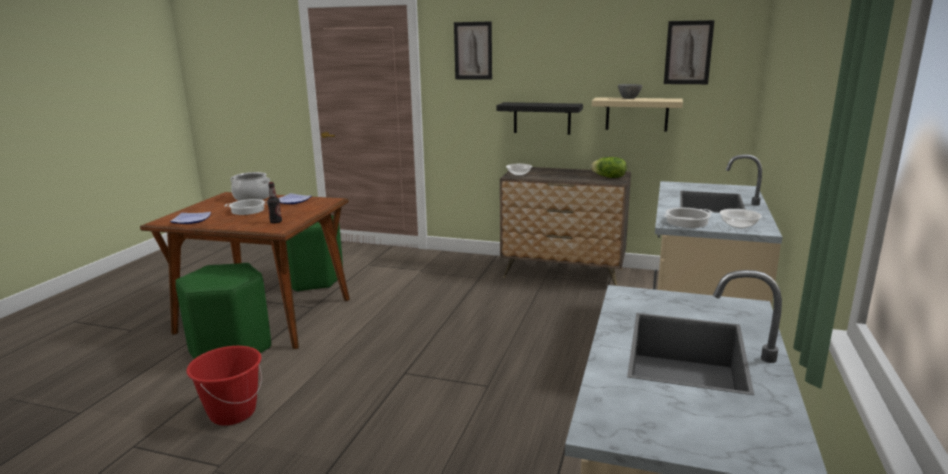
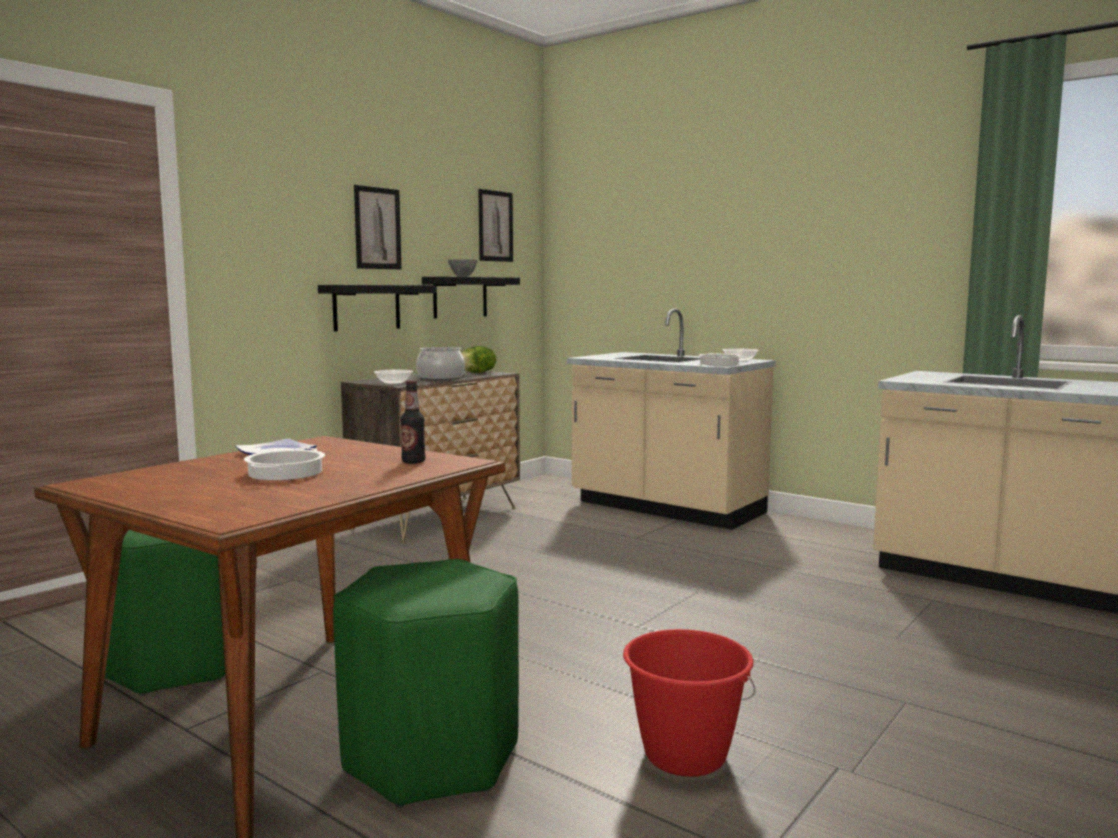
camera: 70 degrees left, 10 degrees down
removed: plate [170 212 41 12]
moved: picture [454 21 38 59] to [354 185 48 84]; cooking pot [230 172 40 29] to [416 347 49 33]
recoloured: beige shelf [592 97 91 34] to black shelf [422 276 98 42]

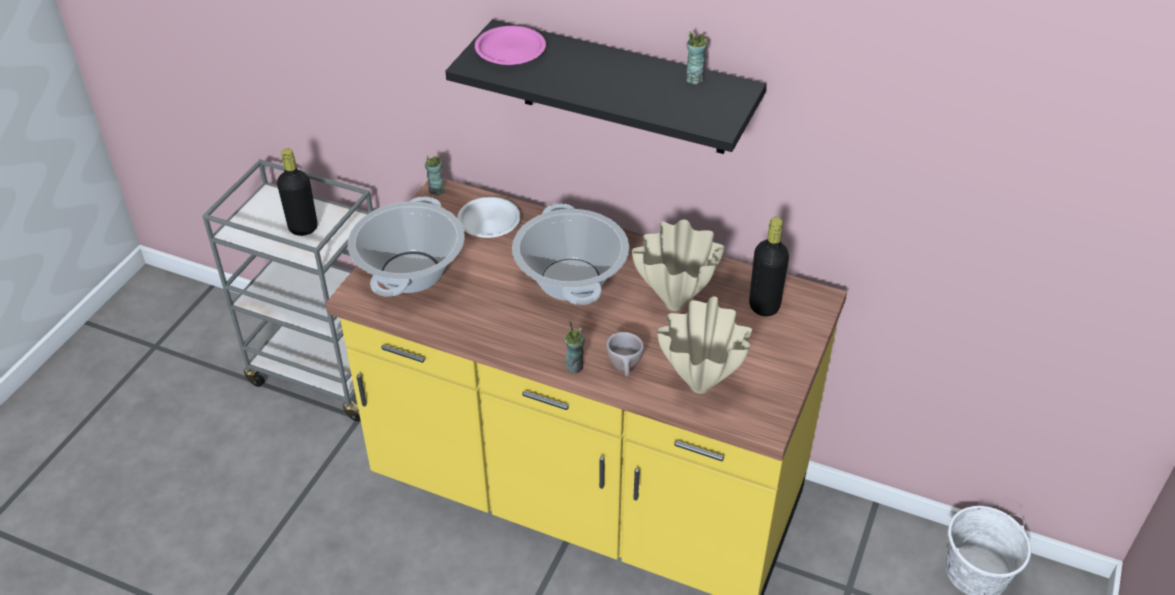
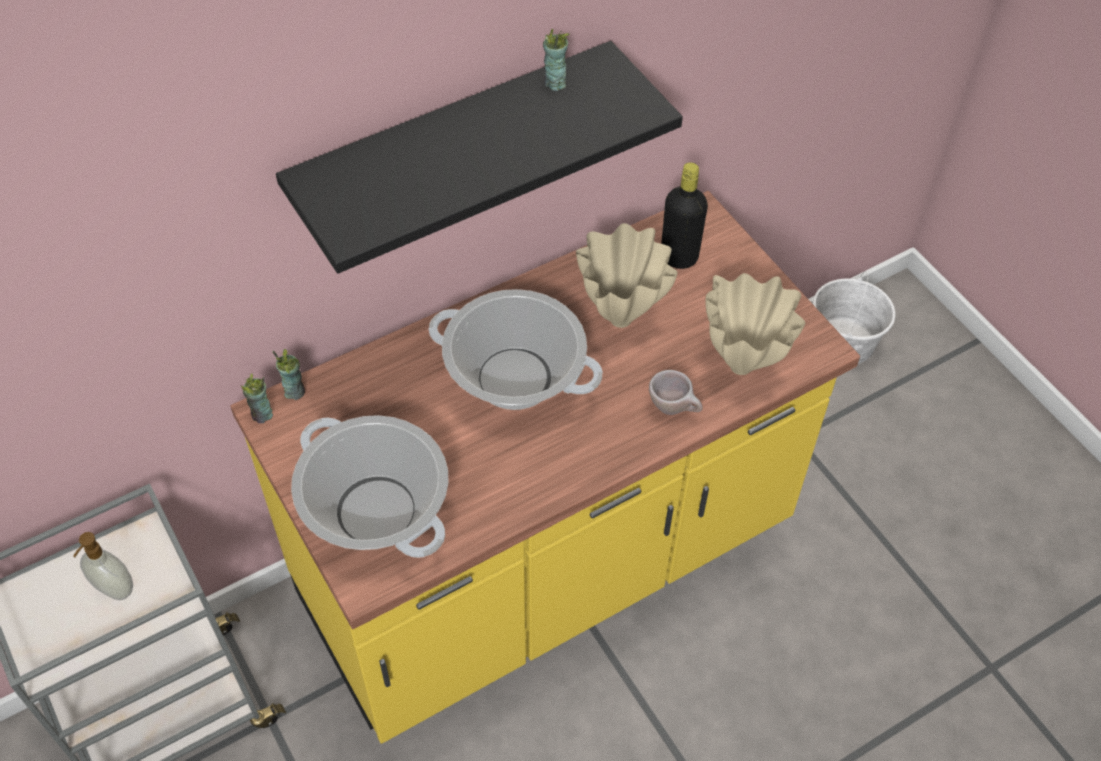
camera: 55 degrees left, 10 degrees up
removed: pink plate [475 26 71 39]; white plate [457 197 64 41]
moved: cup [565 321 20 52] to [272 349 33 51]
replaced: black bottle [277 149 40 87] to soap dispenser [73 532 60 68]

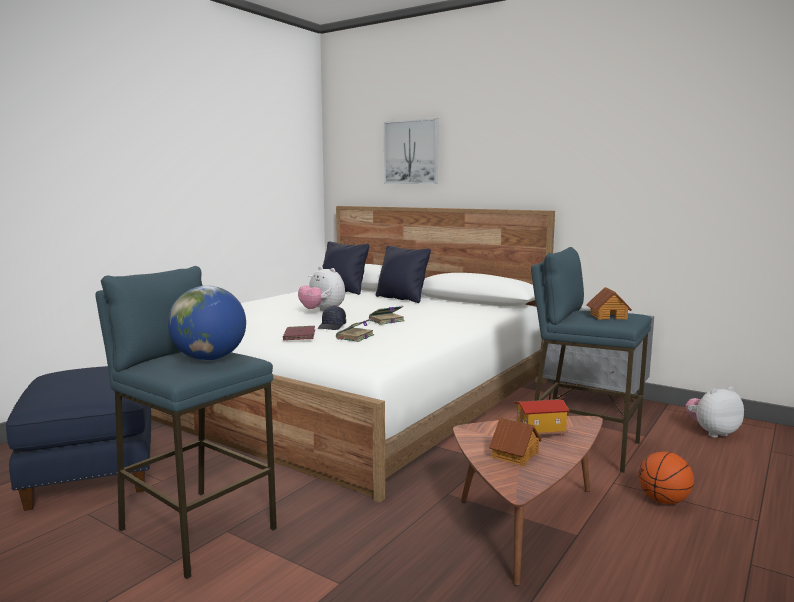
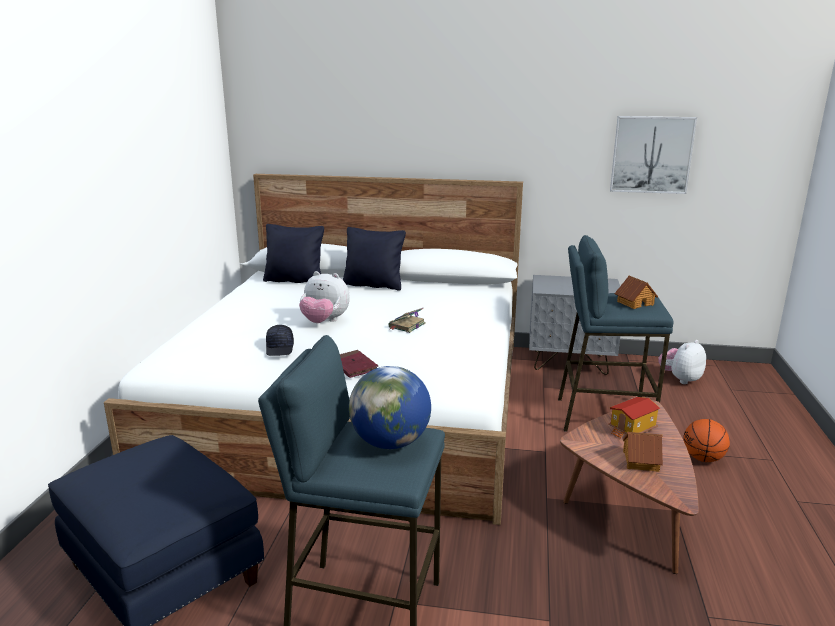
camera: 25 degrees left, 10 degrees up
removed: book [336 318 38 24]
moved: picture [384 118 55 66] to [610 116 87 78]; black cap [318 306 28 24] to [266 325 28 31]

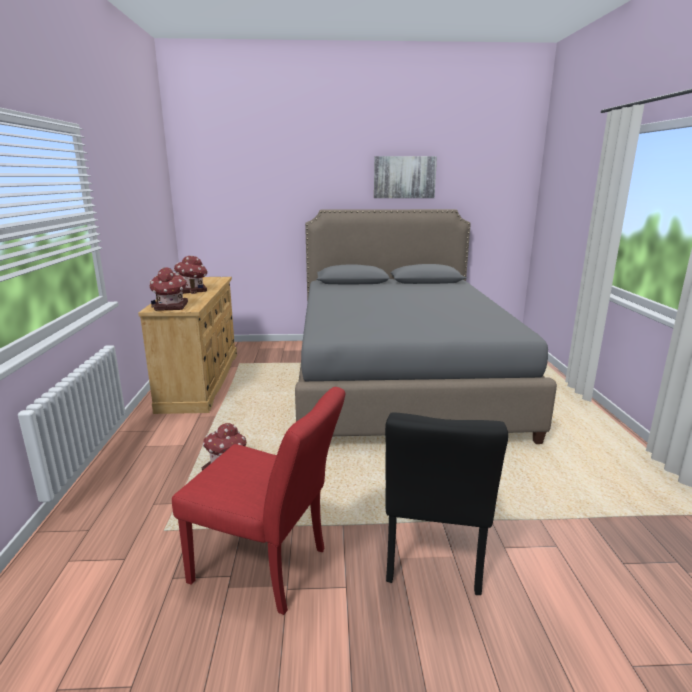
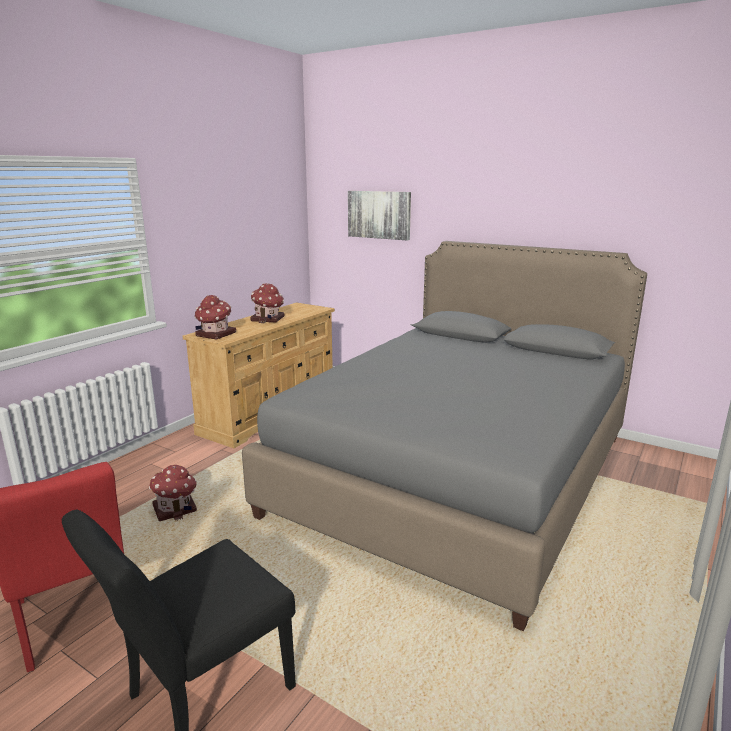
camera: 35 degrees right, 0 degrees up
moved: picture [374 156 63 42] to [348 191 63 50]

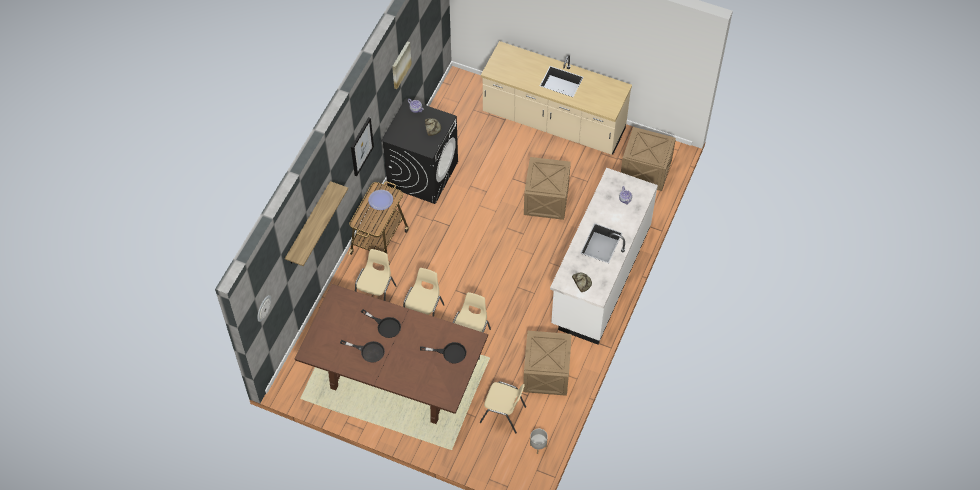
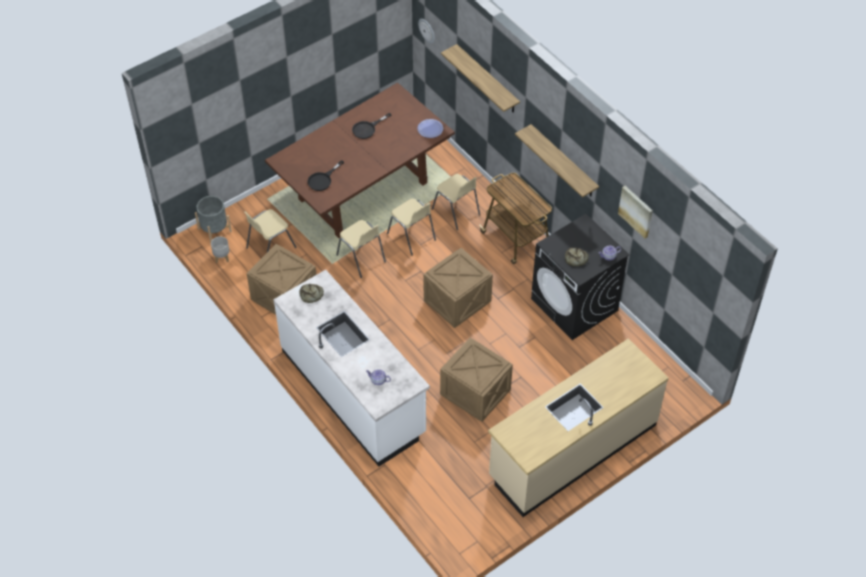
camera: 120 degrees right, 5 degrees down
removed: black frying pan [361 309 40 29]
added: grey planter [195 196 37 47]
moved: crate [621 127 55 64] to [423 248 70 80]; plate [368 190 25 20] to [417 119 26 19]
replaced: picture [351 117 23 59] to shelf [515 124 84 74]

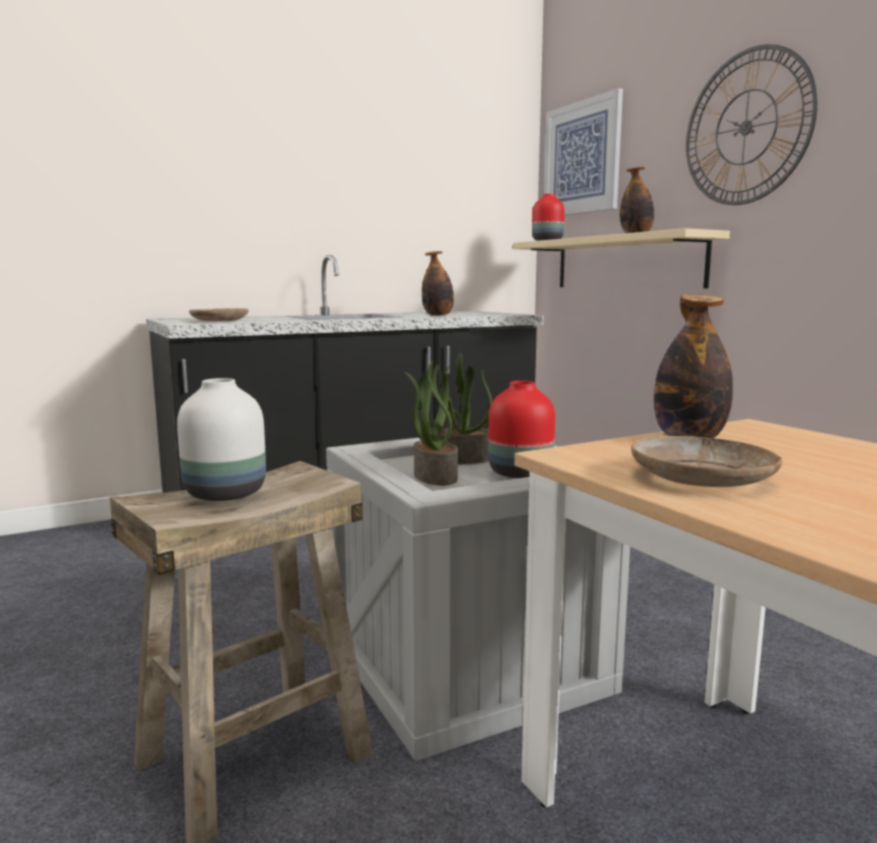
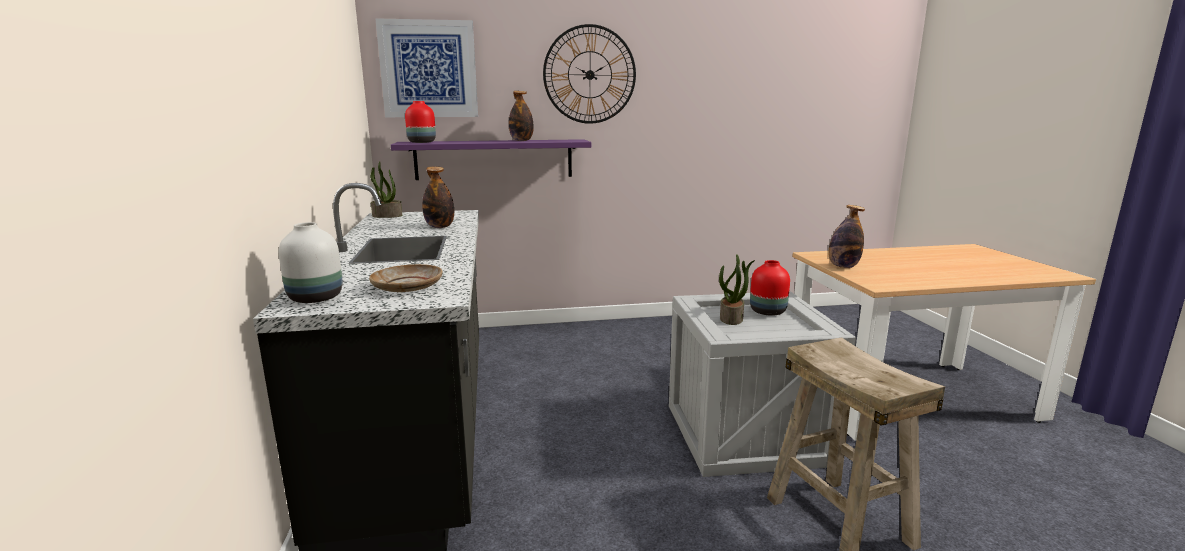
camera: 70 degrees left, 5 degrees up
removed: beige plate [631 436 151 51]
moved: potted plant [405 360 53 126] to [370 162 32 56]; white vase [177 378 89 123] to [279 222 64 81]
recoloured: beige shelf [513 228 217 61] to purple shelf [391 139 200 41]

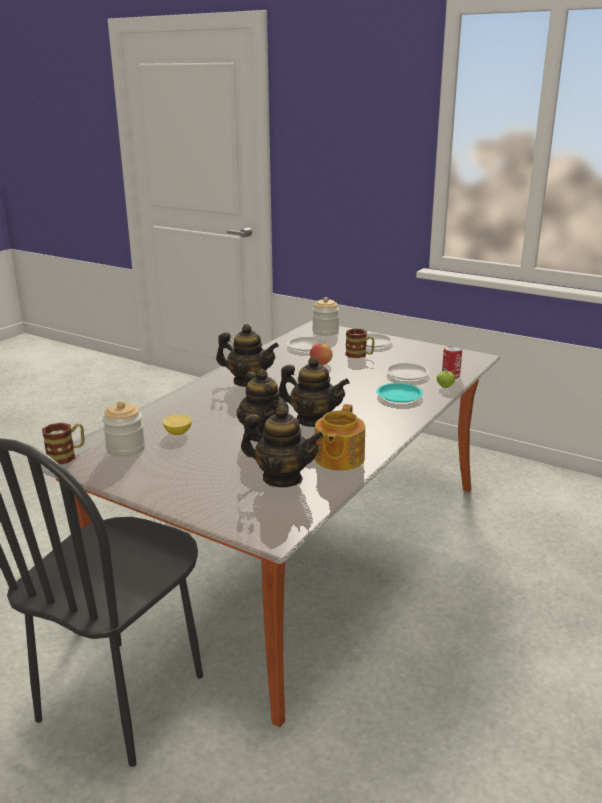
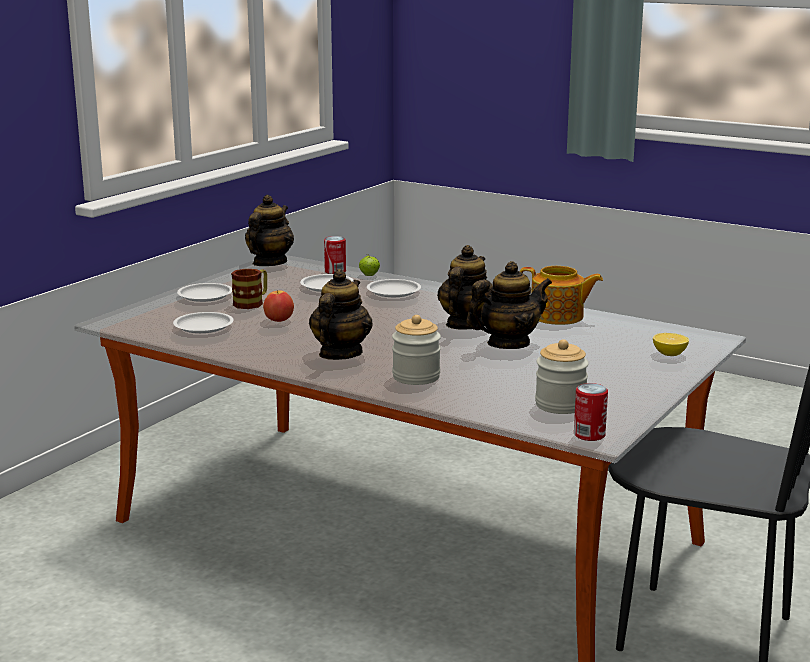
camera: 90 degrees left, 5 degrees down
moved: jar [312 297 27 39] to [392 315 49 70]; teapot [241 406 82 81] to [245 195 49 71]; lemon [163 415 29 20] to [653 333 36 23]
replaced: mug [42 423 43 42] to can [574 383 34 58]
recoloured: turquoise plate [377 383 46 20] to white plate [367 279 54 18]

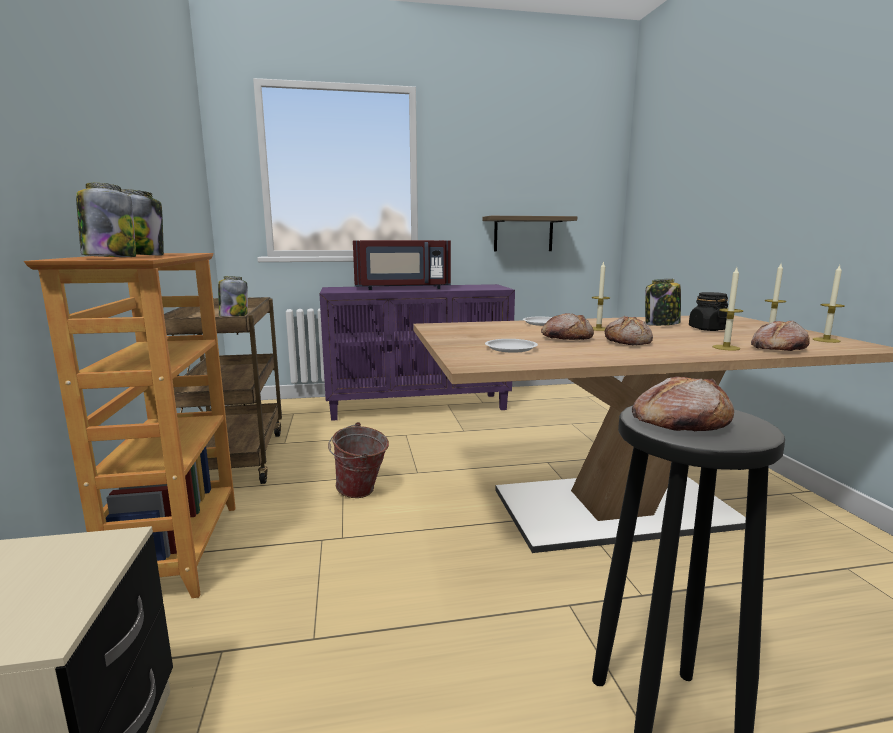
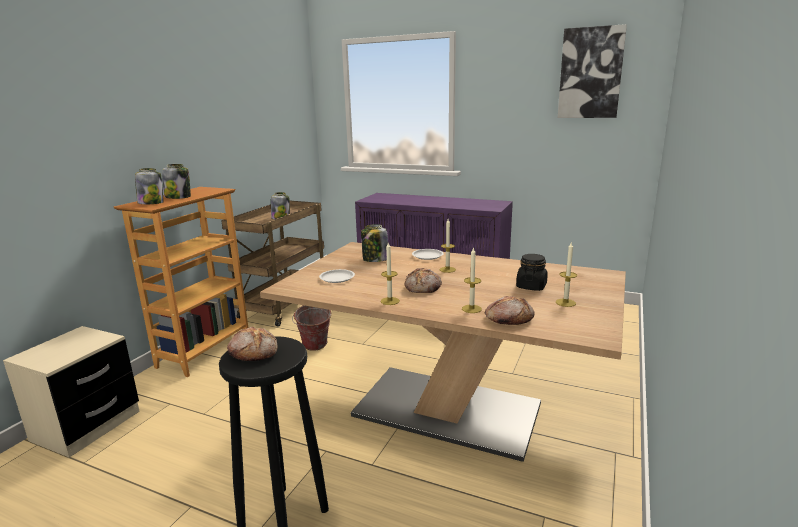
camera: 35 degrees right, 5 degrees up
removed: shelf [482 216 95 35]; red microwave [353 240 98 50]; bread [541 313 53 27]
added: picture [558 24 69 94]
moved: candle [813 265 32 78] to [381 243 19 62]; jar [645 279 36 47] to [361 224 27 38]

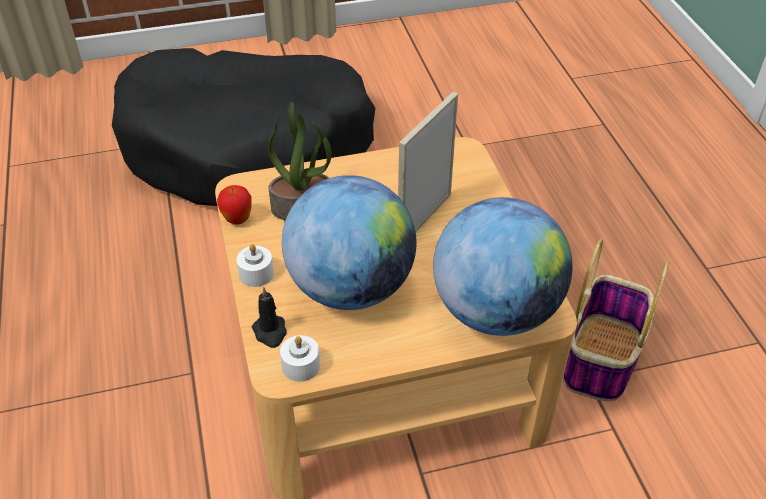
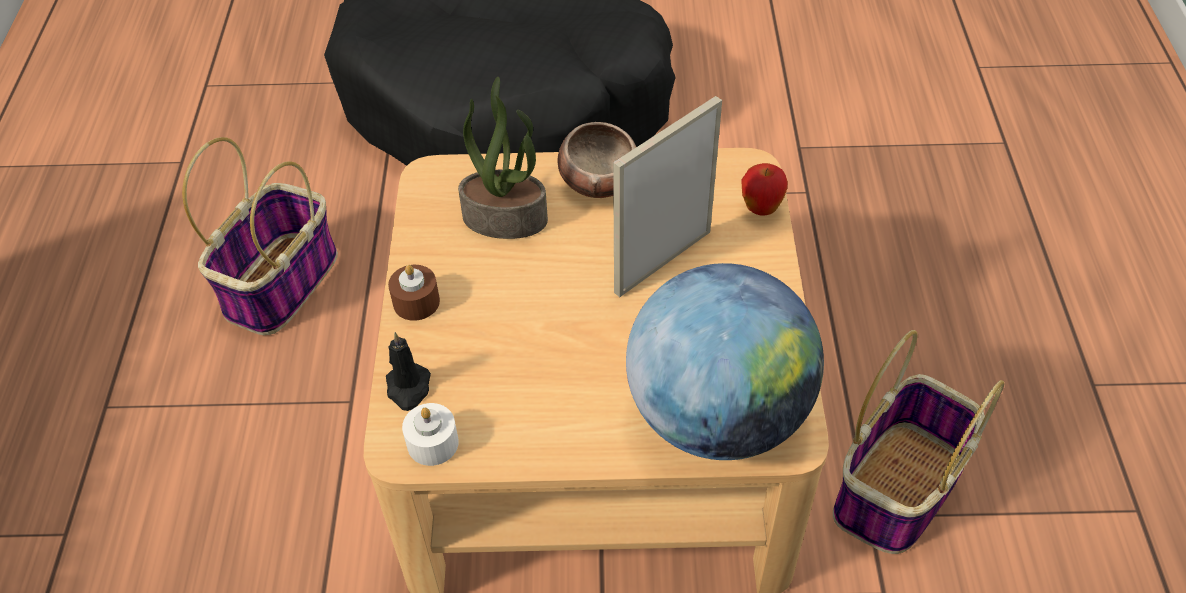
camera: 15 degrees right, 5 degrees up
removed: globe [282 175 135 135]
added: bowl [557 122 79 76]; basket [182 137 156 198]
moved: apple [217 185 35 40] to [742 163 46 53]
recoloured: white candle [236 244 38 43] to brown candle [388 265 52 56]

